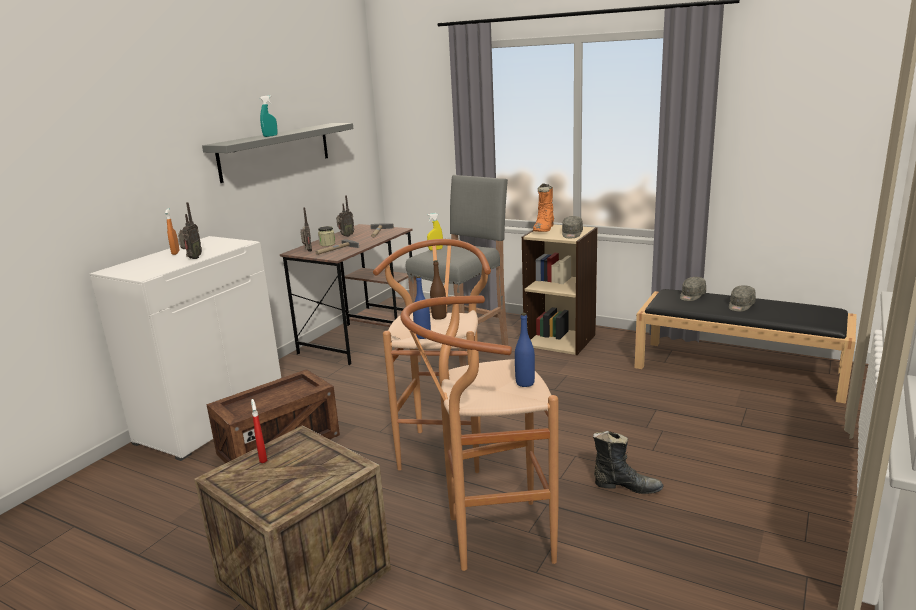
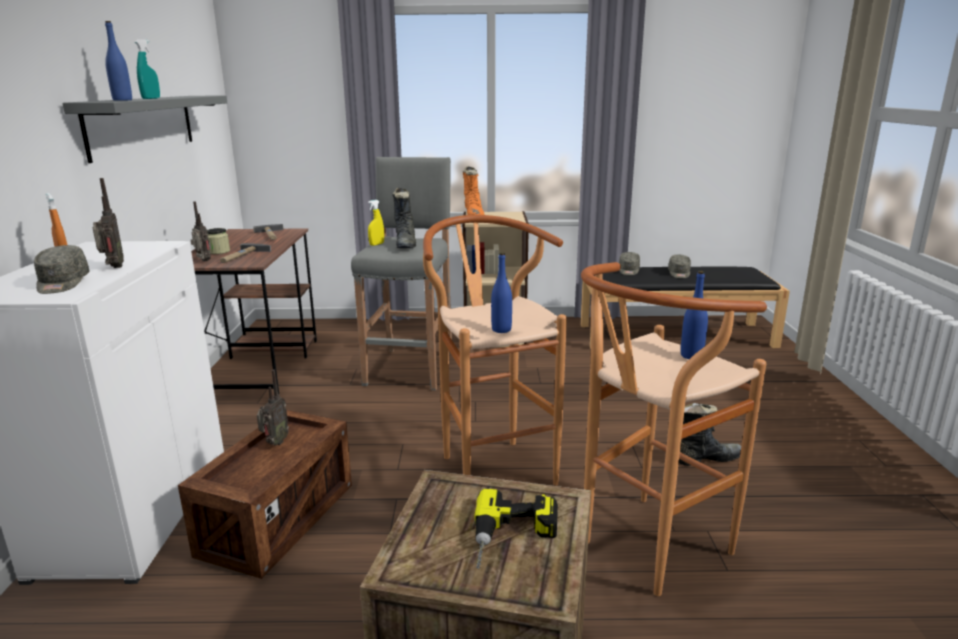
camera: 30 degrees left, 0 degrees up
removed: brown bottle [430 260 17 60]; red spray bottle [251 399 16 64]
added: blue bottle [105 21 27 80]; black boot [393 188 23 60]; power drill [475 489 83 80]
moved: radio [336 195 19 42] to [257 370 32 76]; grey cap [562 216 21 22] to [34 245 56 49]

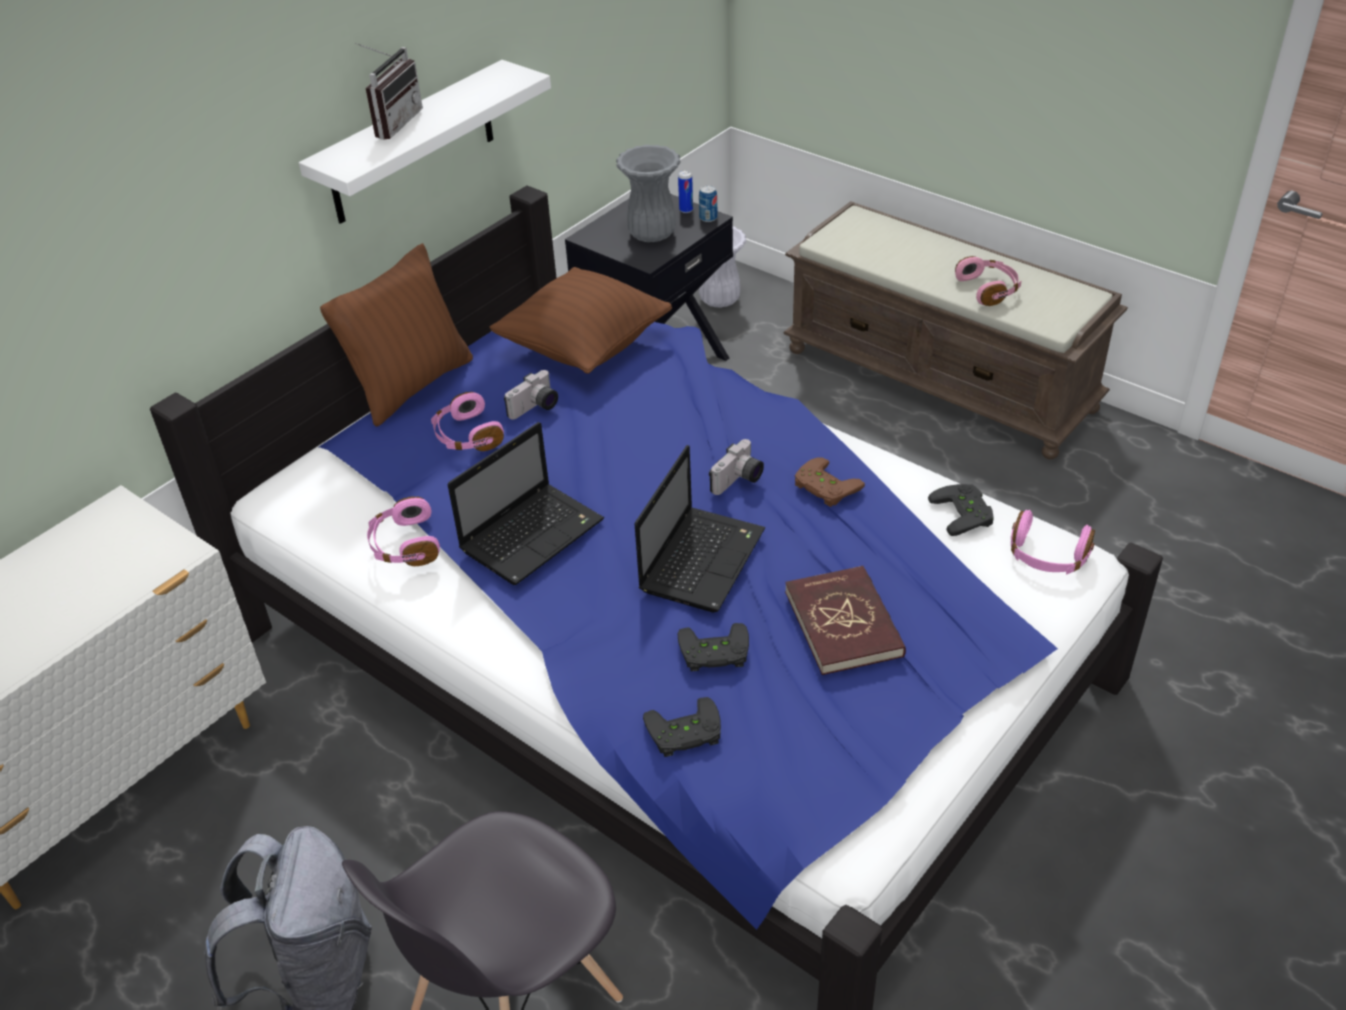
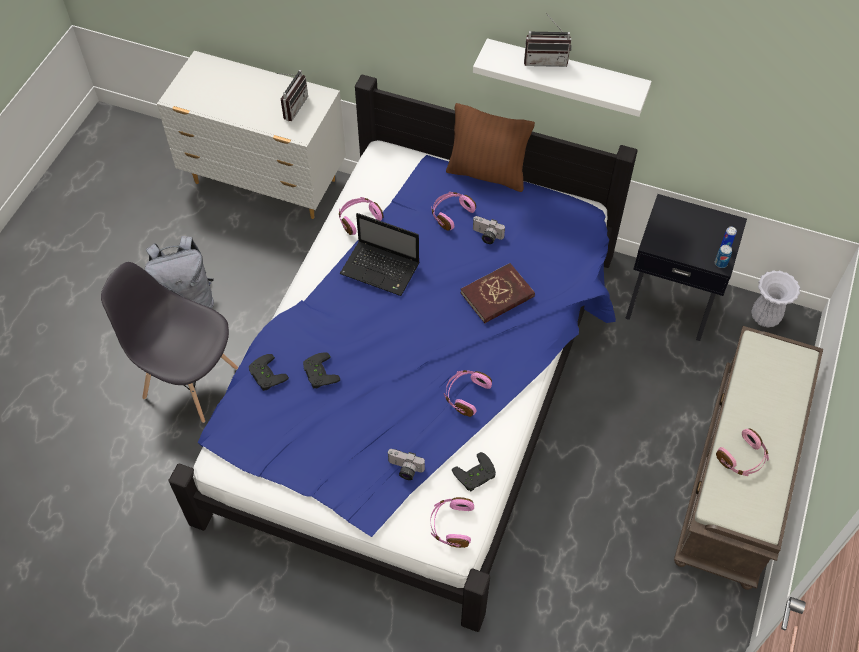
camera: 70 degrees right, 15 degrees up
removed: grey vase [616 145 65 97]; brown pillow [489 267 183 107]; laptop [635 445 130 167]
added: radio [275 70 33 51]
moved: photo camera [709 439 55 56] to [388 449 37 31]; red book [785 566 121 109] to [461 263 74 61]
replaced: brown game controller [795 457 70 50] to pink headphones [444 370 48 47]

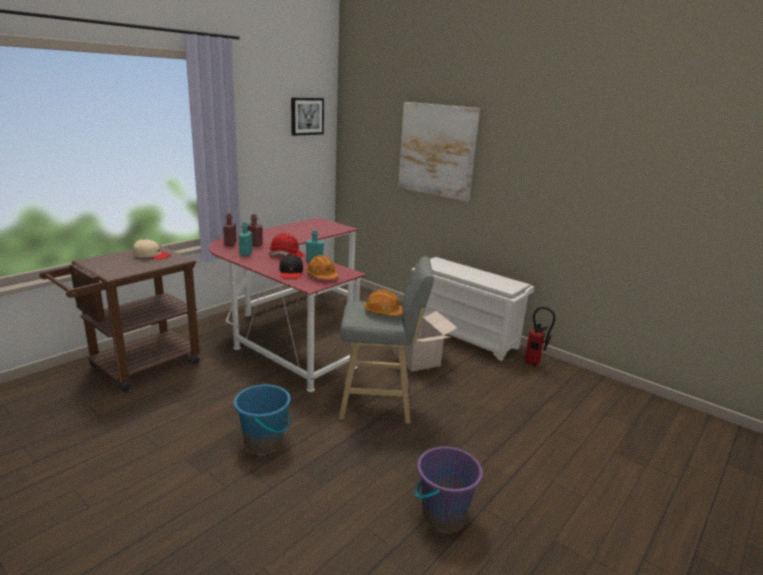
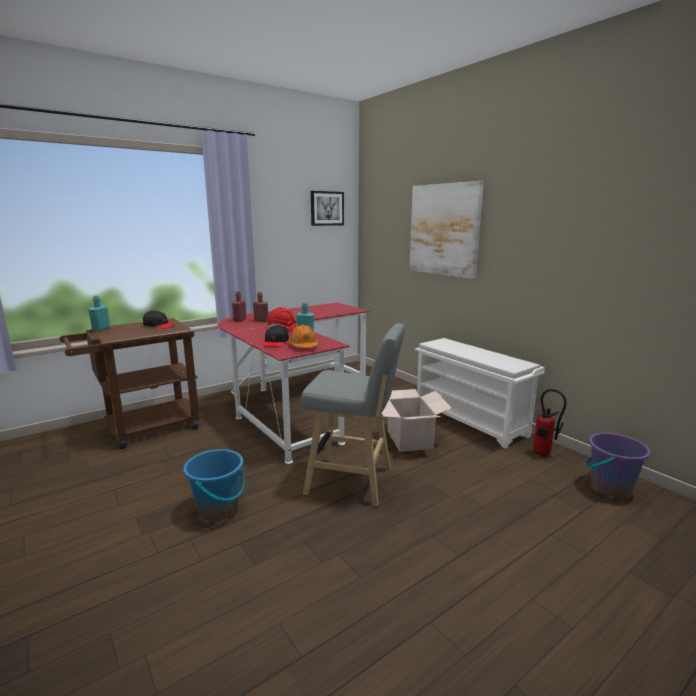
camera: 15 degrees right, 5 degrees down
removed: orange hard hat [364 290 39 26]
moved: turquoise bottle [238 222 15 34] to [88 296 22 35]; purple bucket [414 447 69 84] to [585 433 66 65]
recoloured: beige cap [133 239 38 21] to black cap [143 310 33 19]

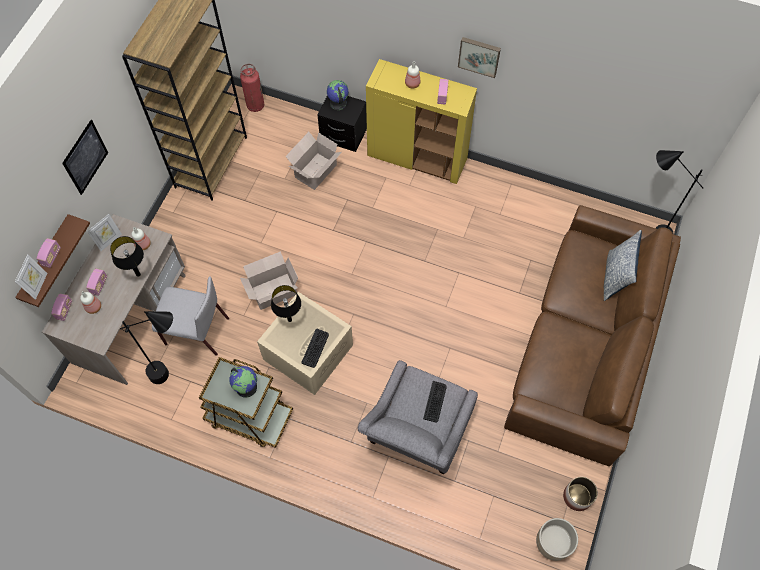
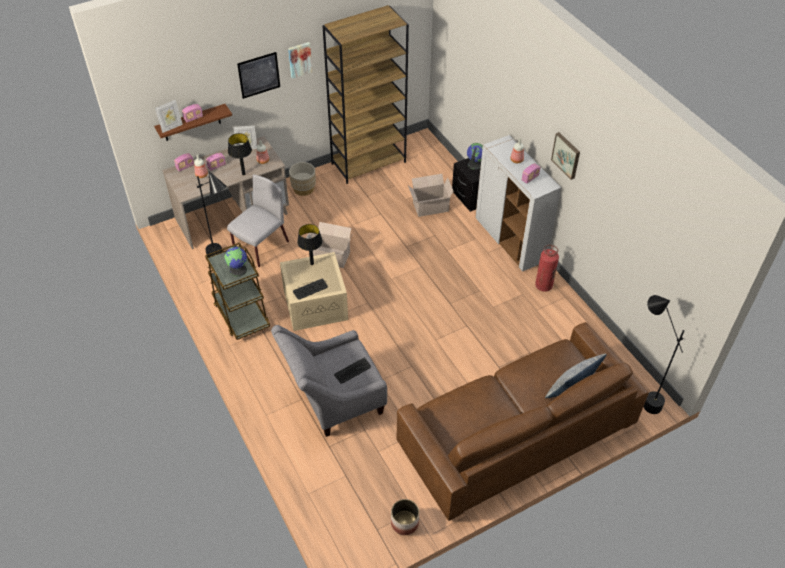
camera: 40 degrees right, 15 degrees down
added: picture [288 42 24 37]
moved: fire extinguisher [240 64 24 48] to [535 245 24 47]; beige planter [536 518 42 43] to [289 162 27 34]
recoloured: yellow cabinet [366 59 111 125] to white cabinet [475 135 86 137]
turned: grey chair [152 276 77 80] = [227 174 62 93] 105 degrees counterclockwise

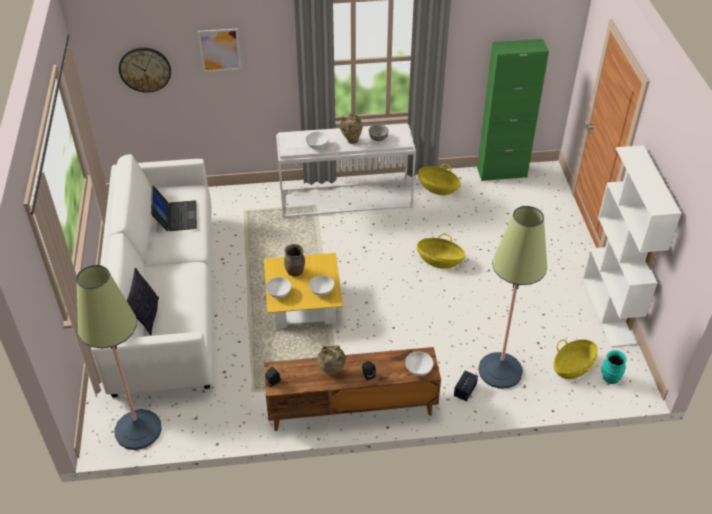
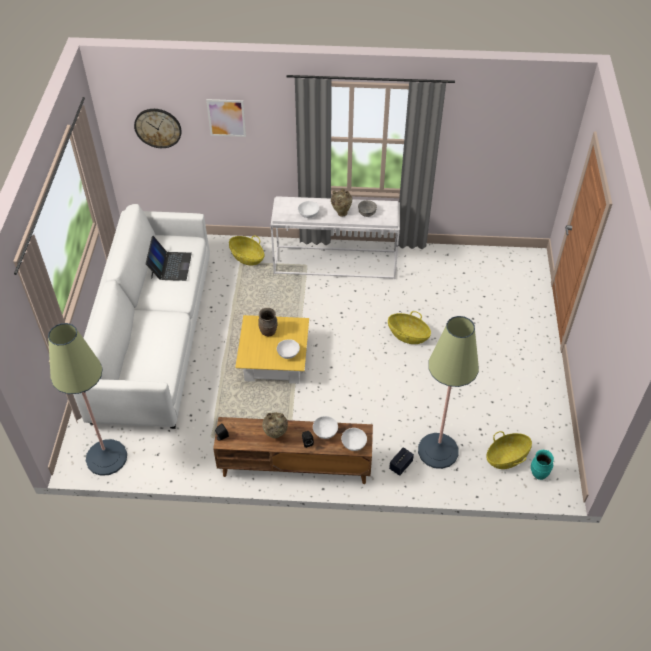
camera: 10 degrees right, 5 degrees up
removed: green cabinet [477 39 72 142]; white bookcase [583 145 98 202]; pillow [127 268 32 68]
moved: basket [418 164 43 31] to [229 235 35 31]; white bowl [266 277 25 21] to [313 416 25 23]

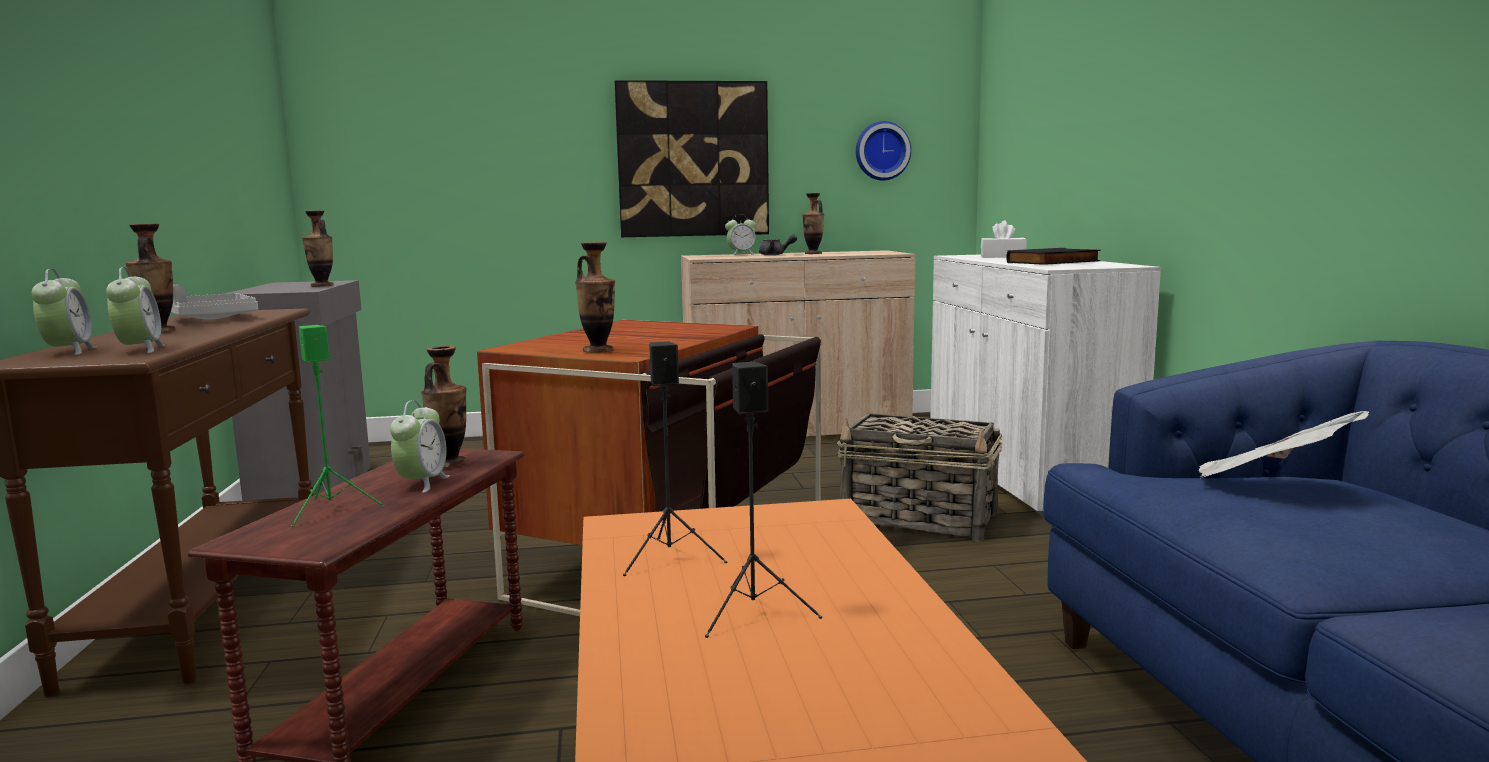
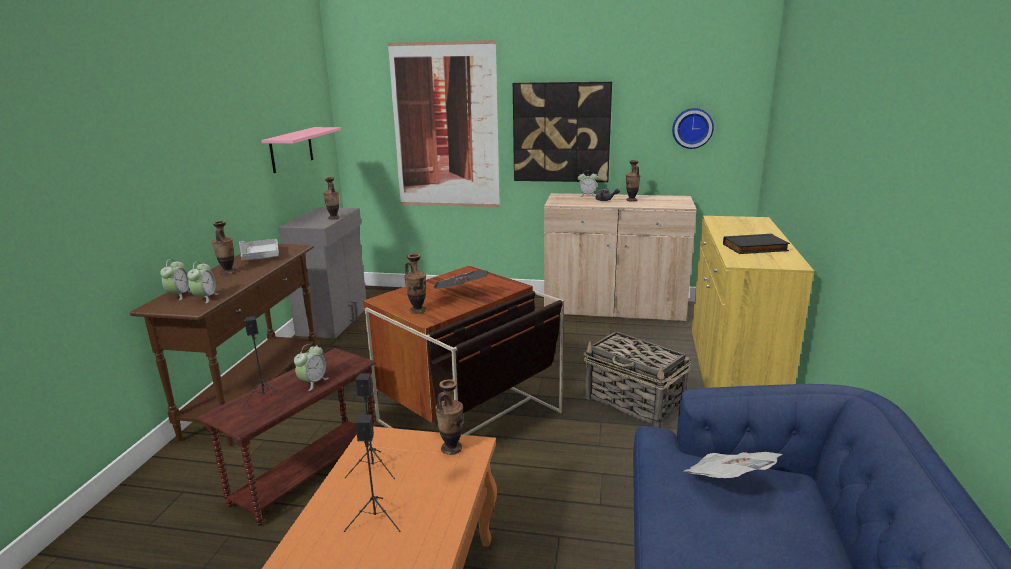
camera: 20 degrees right, 10 degrees up
removed: white tissue box [981 221 46 37]
added: picture [388 40 112 167]; pink shelf [261 127 80 46]; newspaper [433 270 54 19]
moved: vase [421 346 46 122] to [435 379 28 76]
recoloured: white cabinet [931 254 230 262] to yellow cabinet [692 216 122 172]; green speaker [291 325 94 202] to black speaker [242 316 45 92]

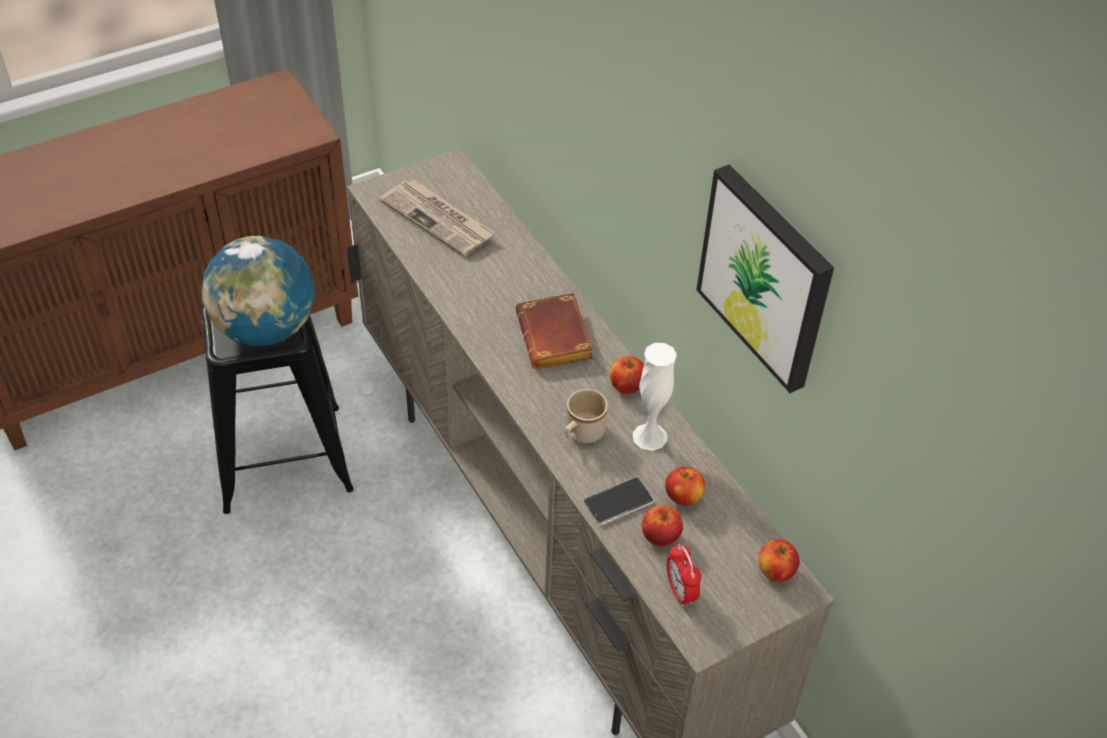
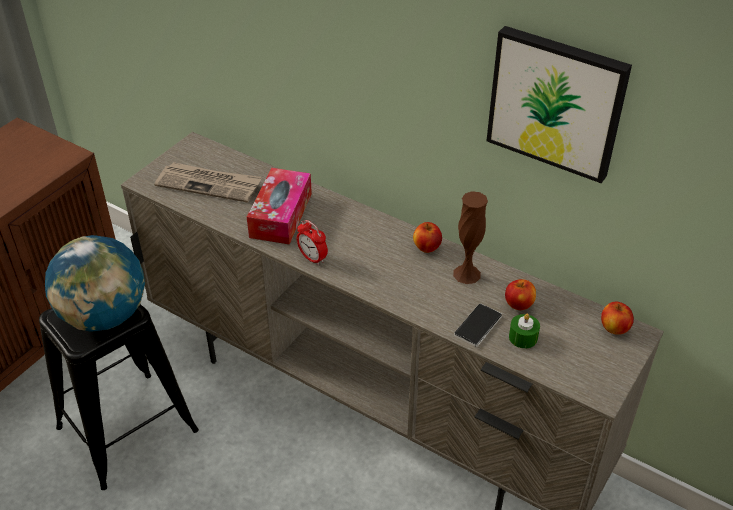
camera: 25 degrees left, 5 degrees down
removed: brown book [516 293 77 76]; beige mug [565 389 43 54]
added: tissue box [247 168 65 77]
moved: alarm clock [667 544 34 63] to [297 220 31 45]
replaced: apple [642 506 41 41] to green candle [509 313 31 36]
recoloured: white vase [633 343 44 108] to brown vase [453 191 35 93]

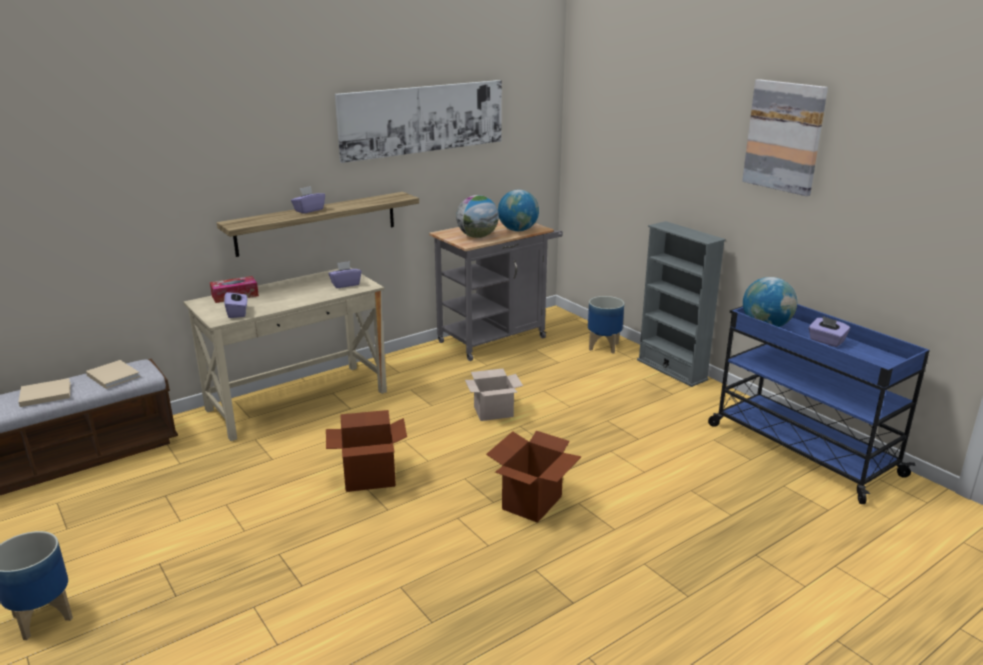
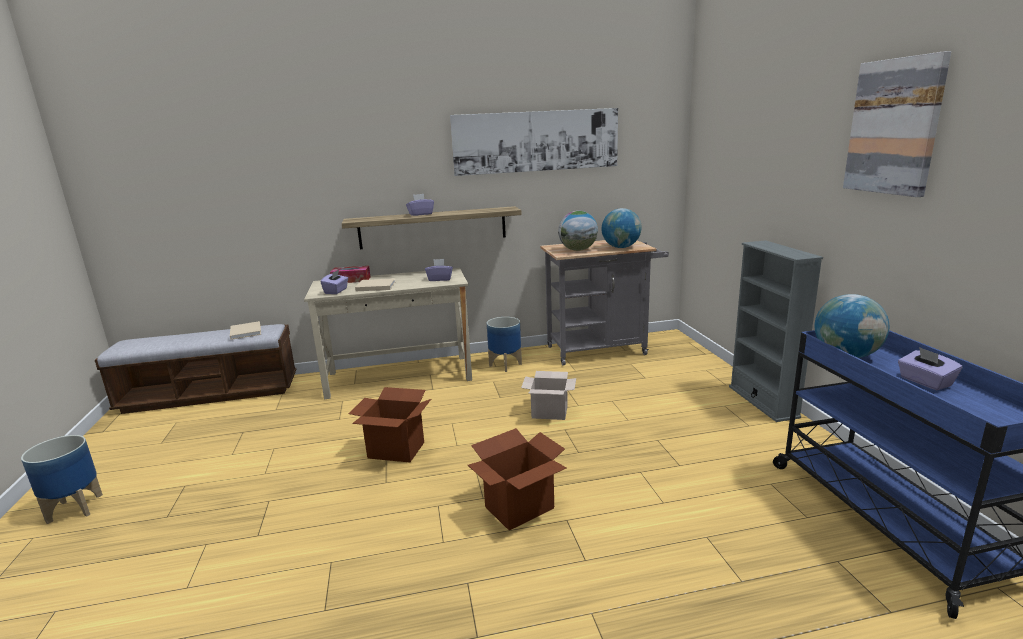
camera: 25 degrees right, 5 degrees down
moved: planter [588 296 36 58] to [487 317 35 55]; beige book [19 378 52 29] to [355 278 40 13]

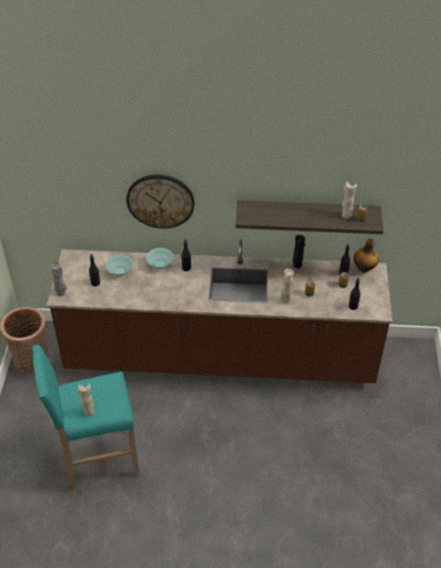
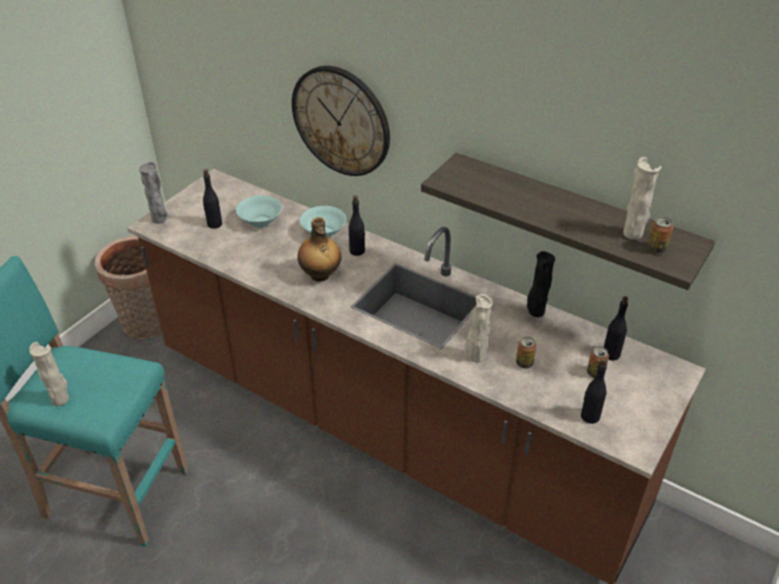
camera: 30 degrees right, 5 degrees down
moved: bottle [354 238 25 34] to [297 217 44 65]

